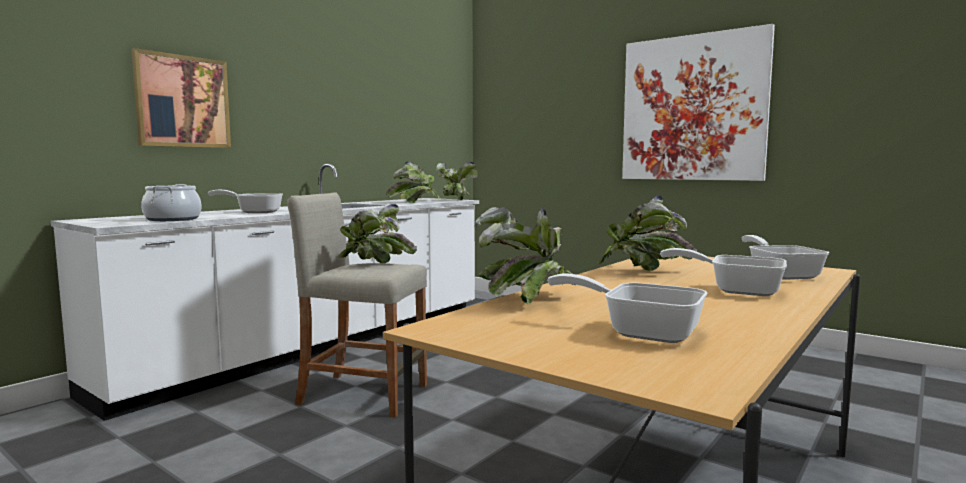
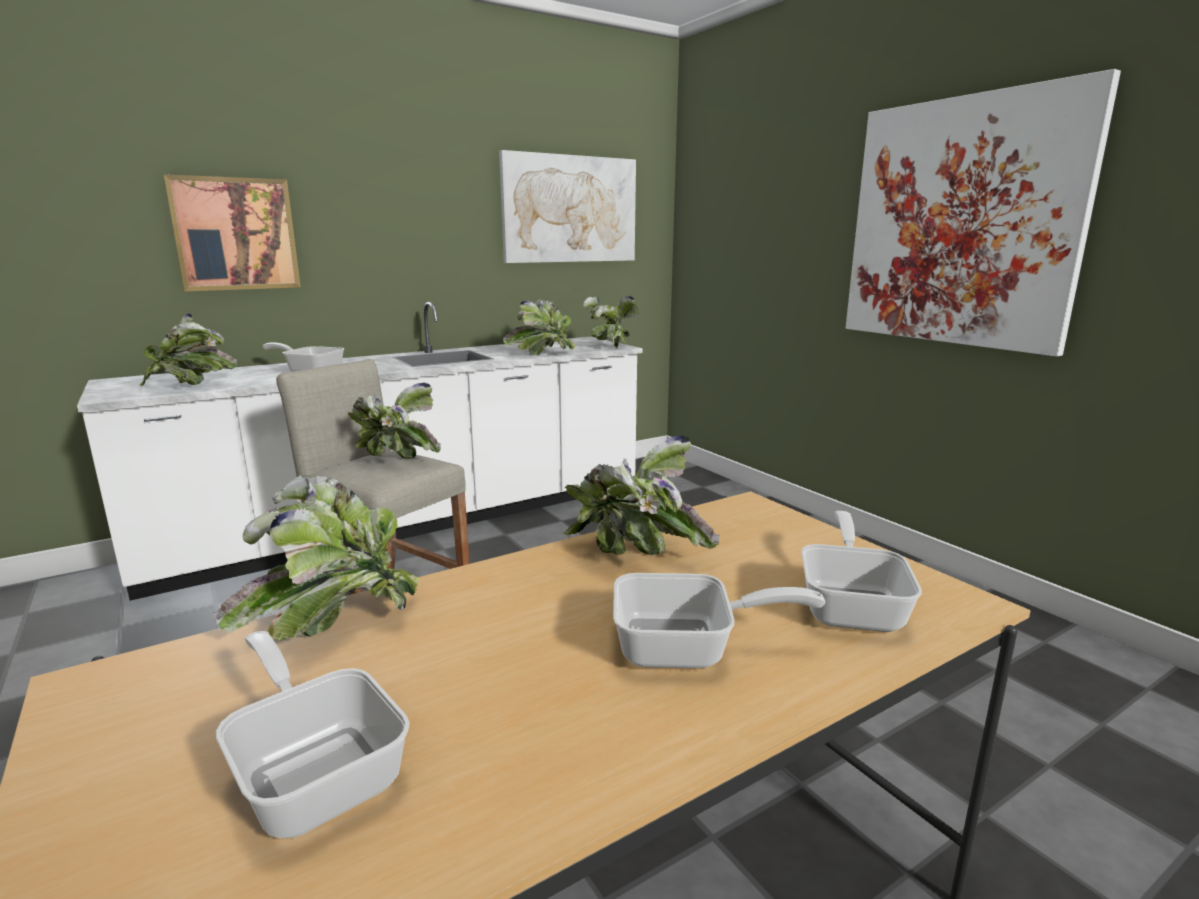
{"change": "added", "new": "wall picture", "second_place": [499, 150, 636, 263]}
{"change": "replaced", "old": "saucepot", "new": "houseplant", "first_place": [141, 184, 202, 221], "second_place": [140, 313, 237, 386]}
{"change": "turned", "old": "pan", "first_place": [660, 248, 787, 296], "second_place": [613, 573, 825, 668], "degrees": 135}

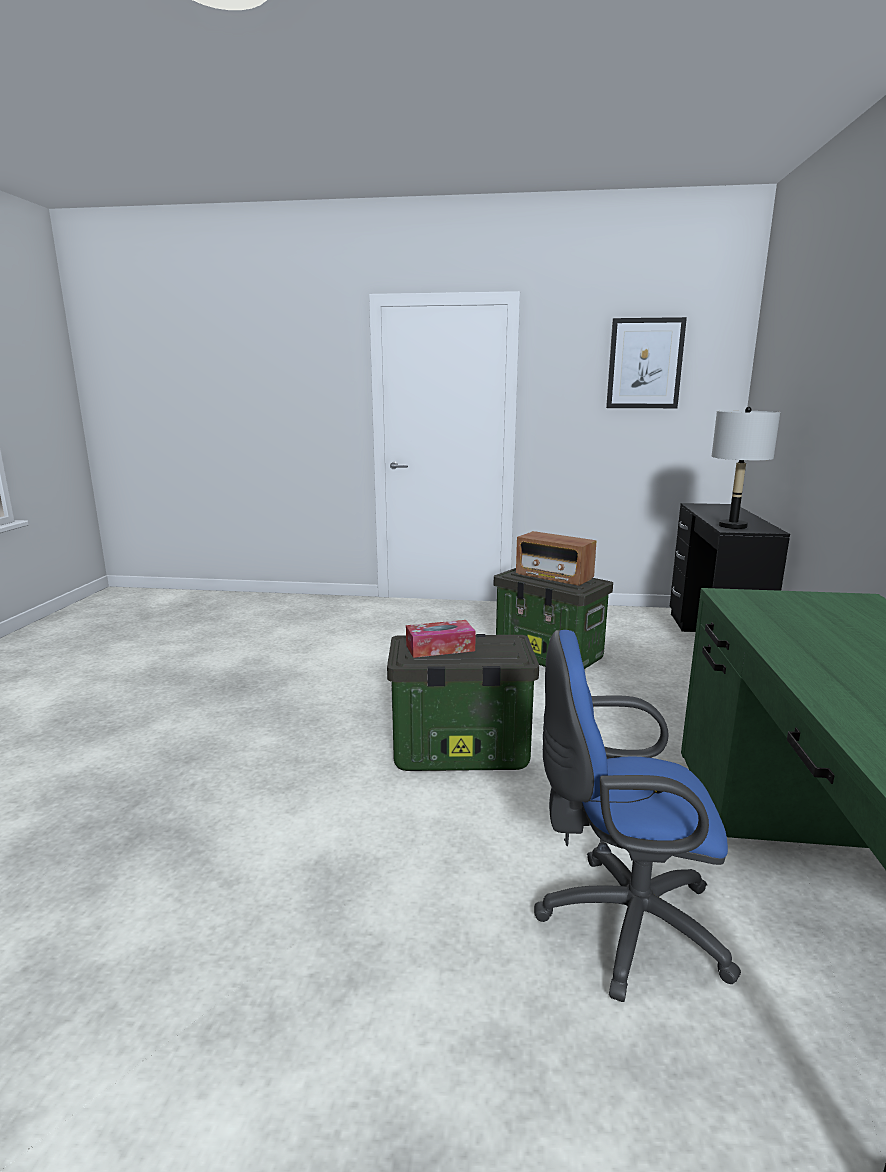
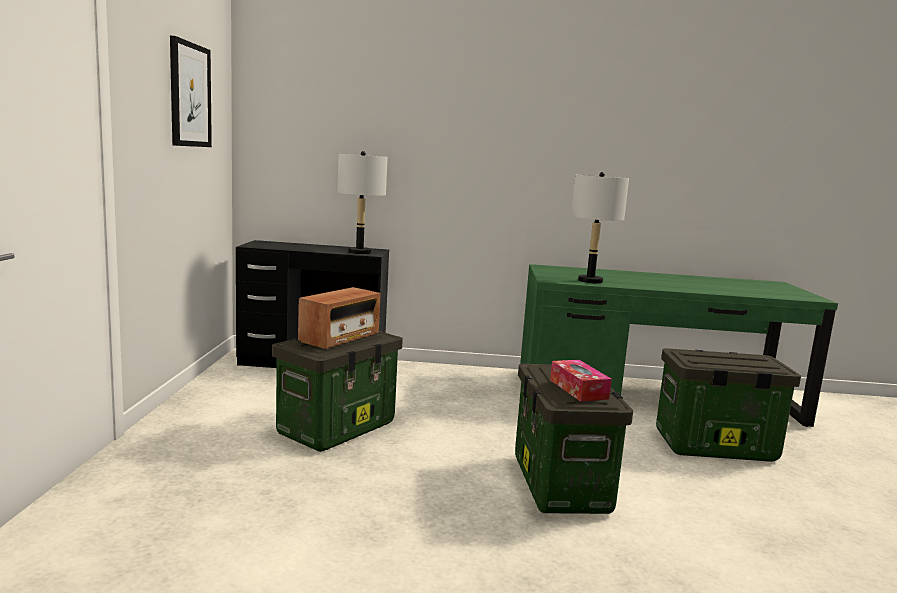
{"change": "added", "new": "gray tabletop lamp", "second_place": [571, 172, 629, 283]}
{"change": "replaced", "old": "bluish desk chair", "new": "storage box", "first_place": [534, 629, 741, 1002], "second_place": [656, 348, 801, 462]}

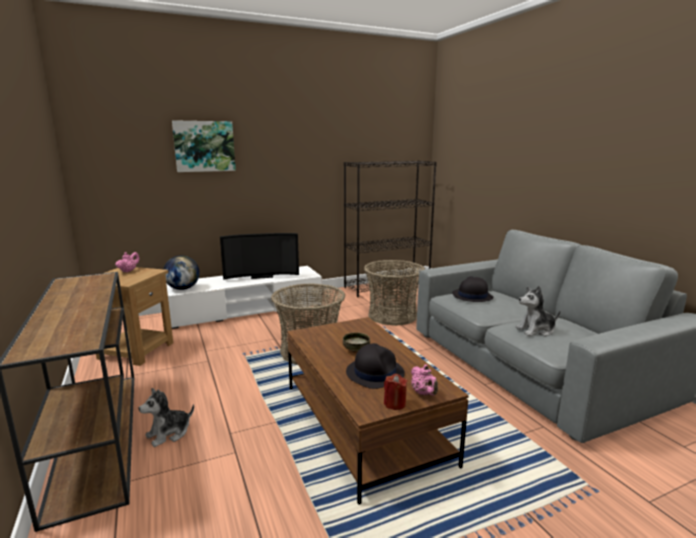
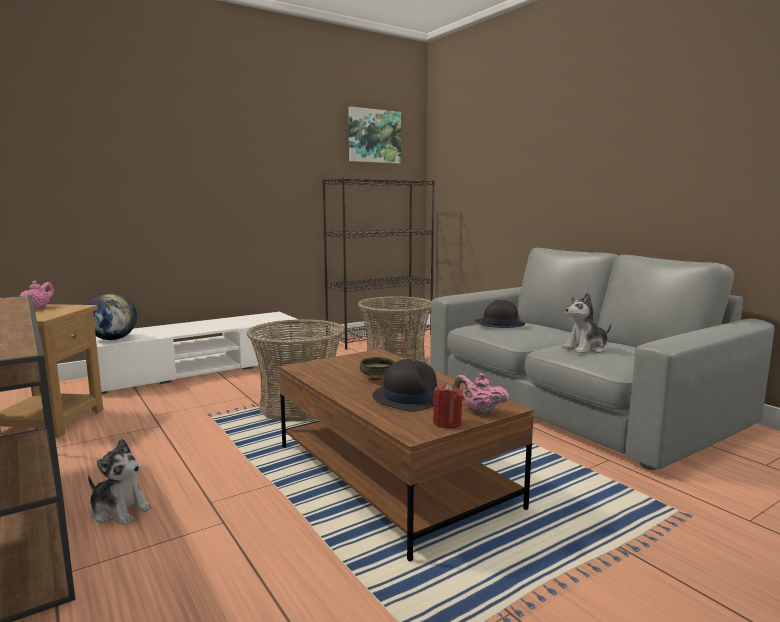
{"change": "removed", "old": "television", "first_place": [220, 233, 299, 280]}
{"change": "moved", "old": "wall picture", "first_place": [172, 120, 236, 172], "second_place": [348, 106, 401, 164]}
{"change": "turned", "old": "plush toy", "first_place": [138, 388, 194, 447], "second_place": [88, 439, 153, 525], "degrees": -105}
{"change": "turned", "old": "pink-coloured teapot", "first_place": [411, 365, 438, 396], "second_place": [454, 373, 509, 415], "degrees": 150}

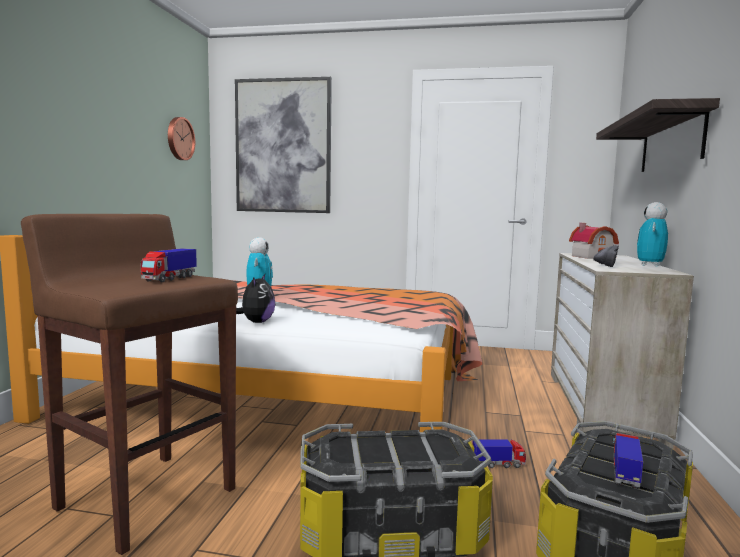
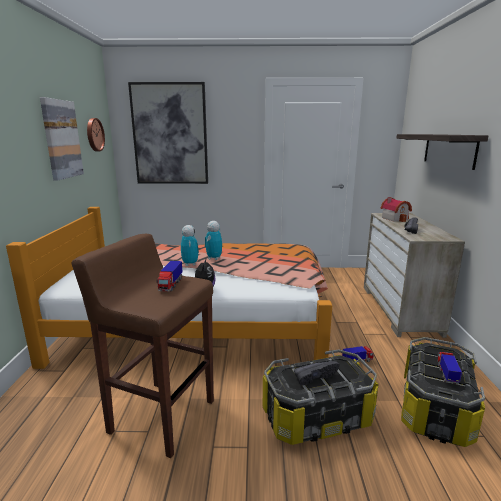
{"change": "added", "new": "wall picture", "second_place": [40, 97, 84, 181]}
{"change": "added", "new": "blackish shoe", "second_place": [294, 361, 340, 386]}
{"change": "moved", "old": "toy robot", "first_place": [637, 202, 668, 267], "second_place": [205, 221, 222, 260]}

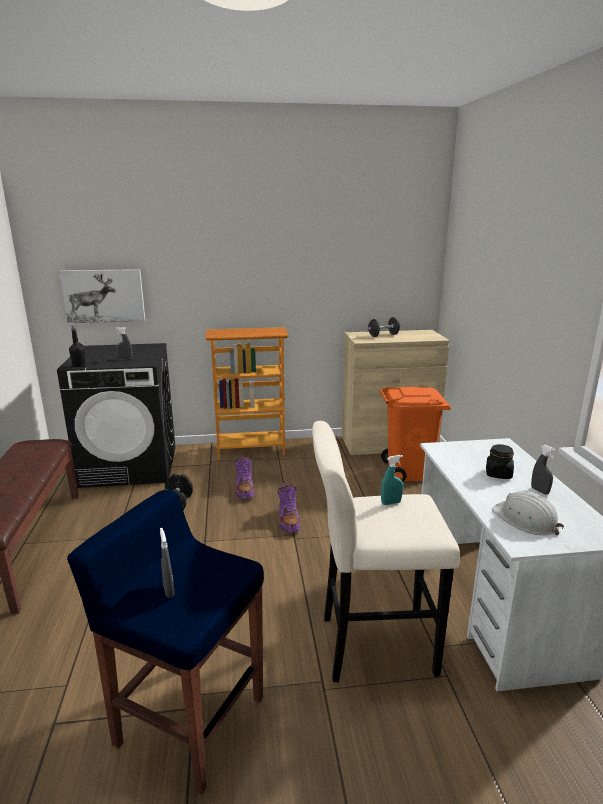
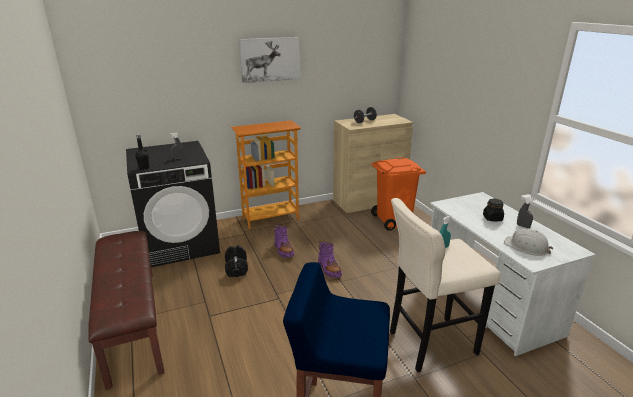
{"change": "removed", "old": "gray spray bottle", "first_place": [160, 528, 175, 597]}
{"change": "moved", "old": "wall picture", "first_place": [59, 269, 145, 323], "second_place": [239, 37, 300, 83]}

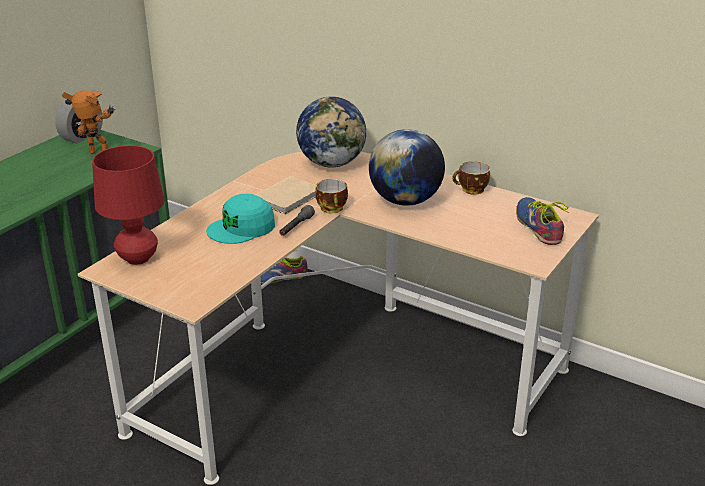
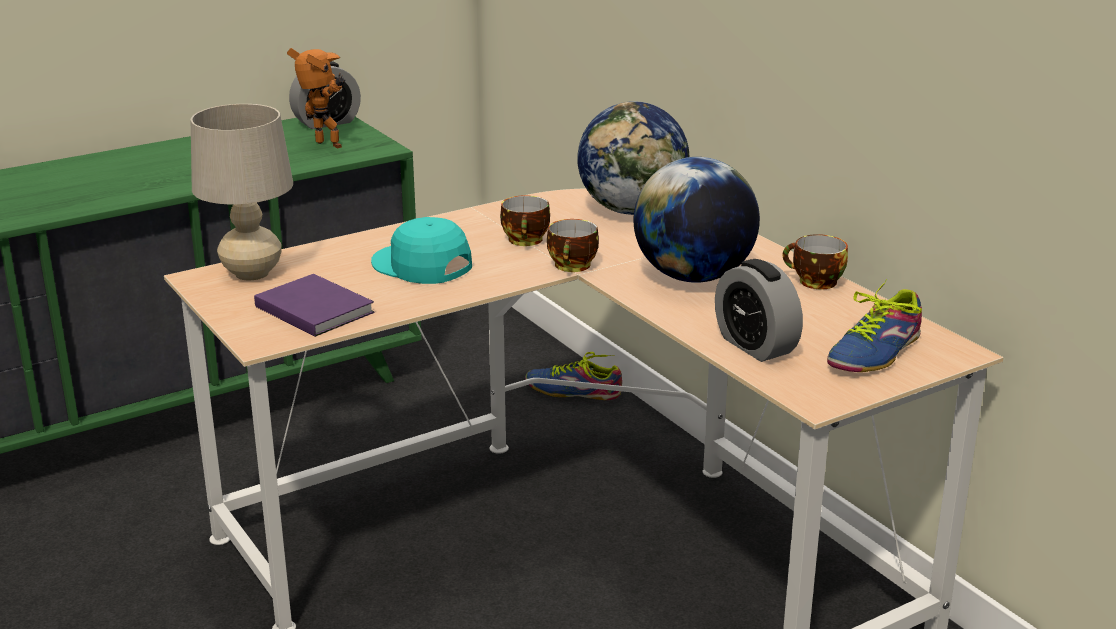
{"change": "removed", "old": "gray hand torch", "first_place": [279, 205, 315, 236]}
{"change": "added", "new": "purple book", "second_place": [254, 274, 375, 337]}
{"change": "added", "new": "table clock", "second_place": [715, 259, 803, 362]}
{"change": "replaced", "old": "beige-coloured book", "new": "drinking cup", "first_place": [256, 176, 316, 215], "second_place": [500, 195, 550, 246]}
{"change": "recoloured", "old": "reddish tabletop lamp", "new": "beige-coloured tabletop lamp", "first_place": [92, 145, 165, 265], "second_place": [191, 104, 293, 280]}
{"change": "turned", "old": "turquoise-coloured peaked cap", "first_place": [206, 194, 275, 244], "second_place": [371, 217, 472, 284], "degrees": 45}
{"change": "turned", "old": "shoe", "first_place": [516, 197, 569, 245], "second_place": [827, 279, 922, 372], "degrees": -150}

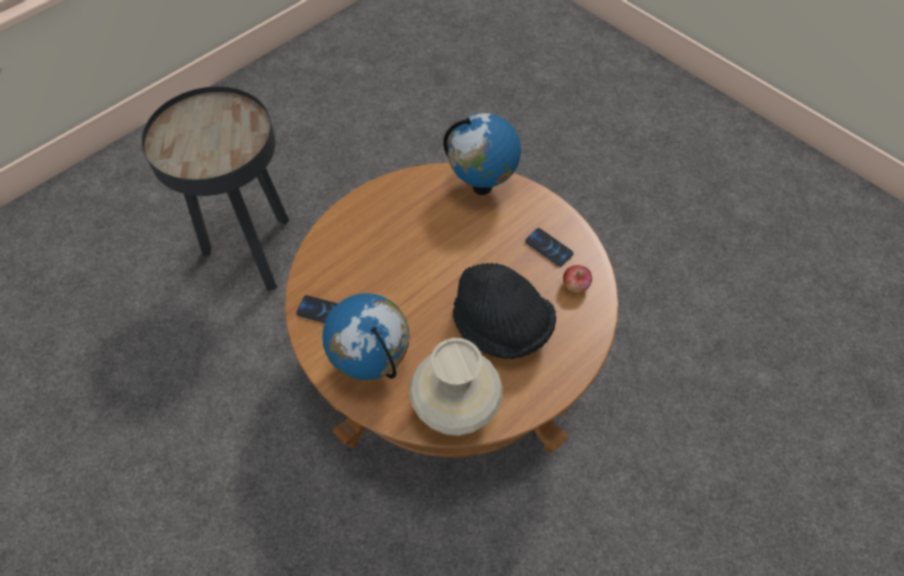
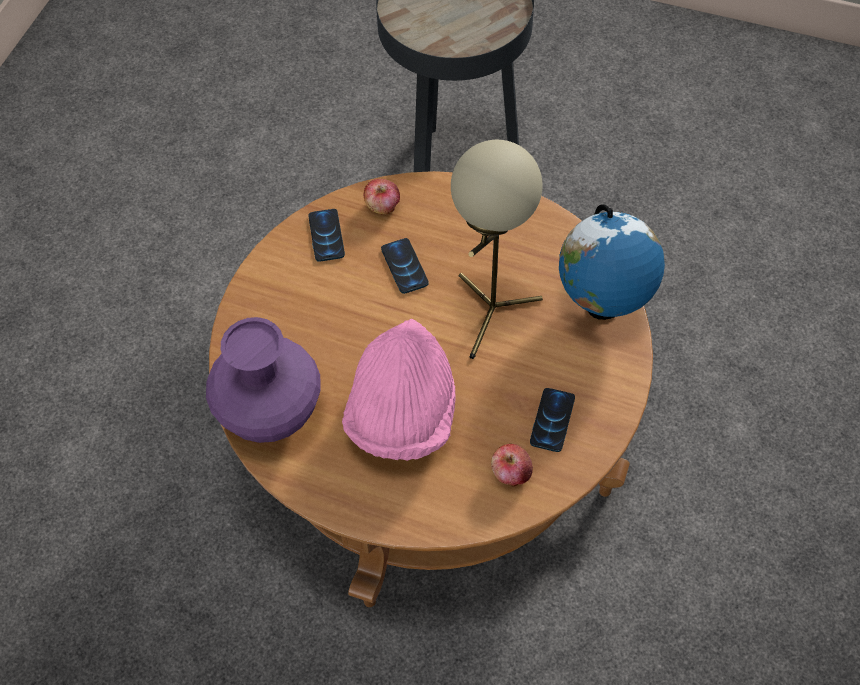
{"change": "removed", "old": "desk globe", "first_place": [322, 293, 410, 380]}
{"change": "added", "new": "apple", "second_place": [363, 179, 400, 214]}
{"change": "added", "new": "handset", "second_place": [381, 238, 429, 294]}
{"change": "added", "new": "beige-coloured tabletop lamp", "second_place": [451, 140, 543, 359]}
{"change": "recoloured", "old": "beige-coloured vase", "new": "purple vase", "first_place": [409, 338, 503, 436], "second_place": [206, 317, 321, 443]}
{"change": "recoloured", "old": "blackish wearable hat", "new": "pink-coloured wearable hat", "first_place": [453, 263, 556, 359], "second_place": [342, 319, 456, 461]}

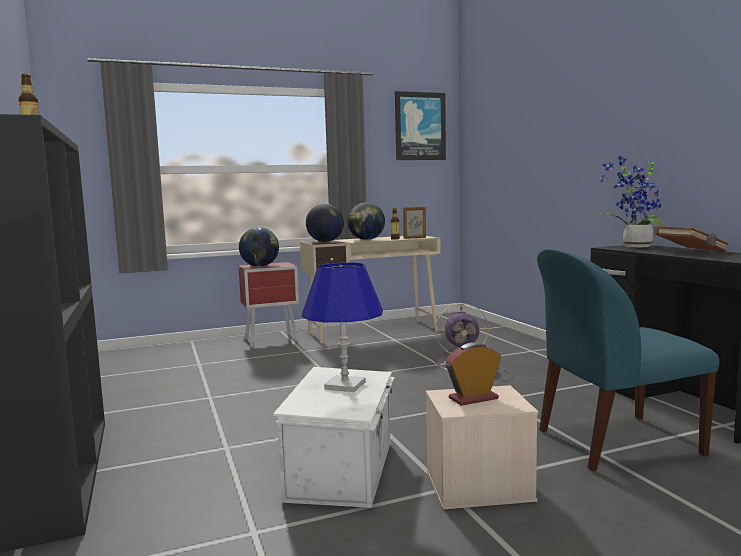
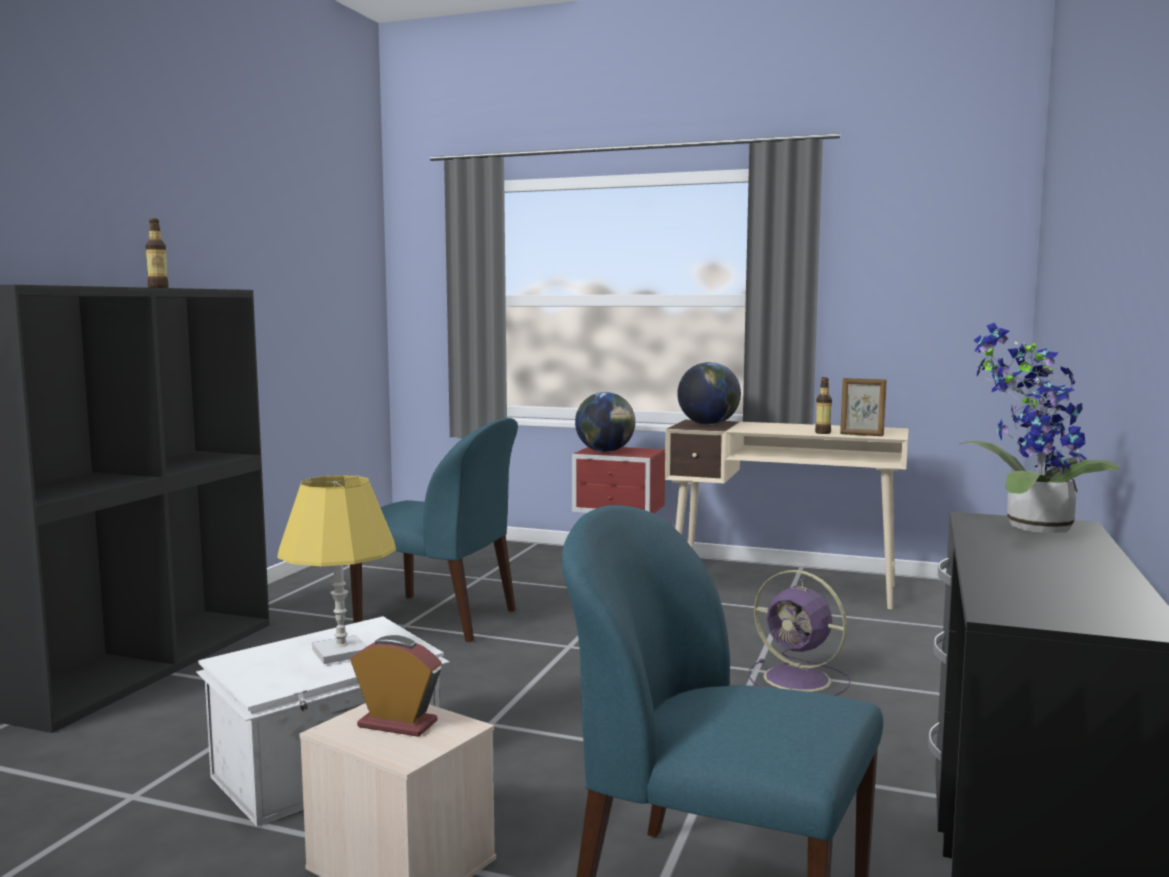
{"change": "removed", "old": "desk globe", "first_place": [347, 202, 385, 240]}
{"change": "removed", "old": "wall picture", "first_place": [395, 91, 446, 160]}
{"change": "removed", "old": "brown-coloured book", "first_place": [653, 226, 729, 252]}
{"change": "added", "new": "bluish plain chair", "second_place": [350, 418, 518, 643]}
{"change": "recoloured", "old": "bluish tabletop lamp", "new": "yellow tabletop lamp", "first_place": [302, 262, 383, 392], "second_place": [277, 475, 396, 664]}

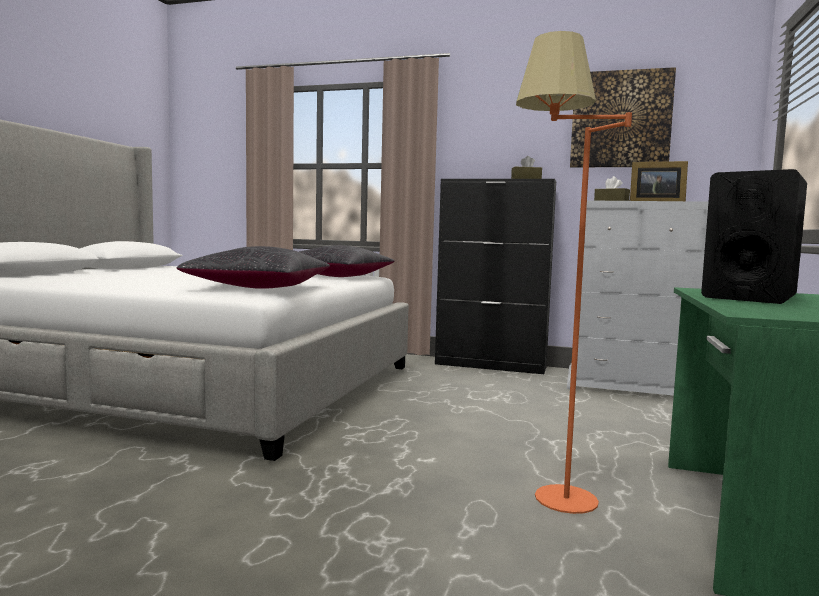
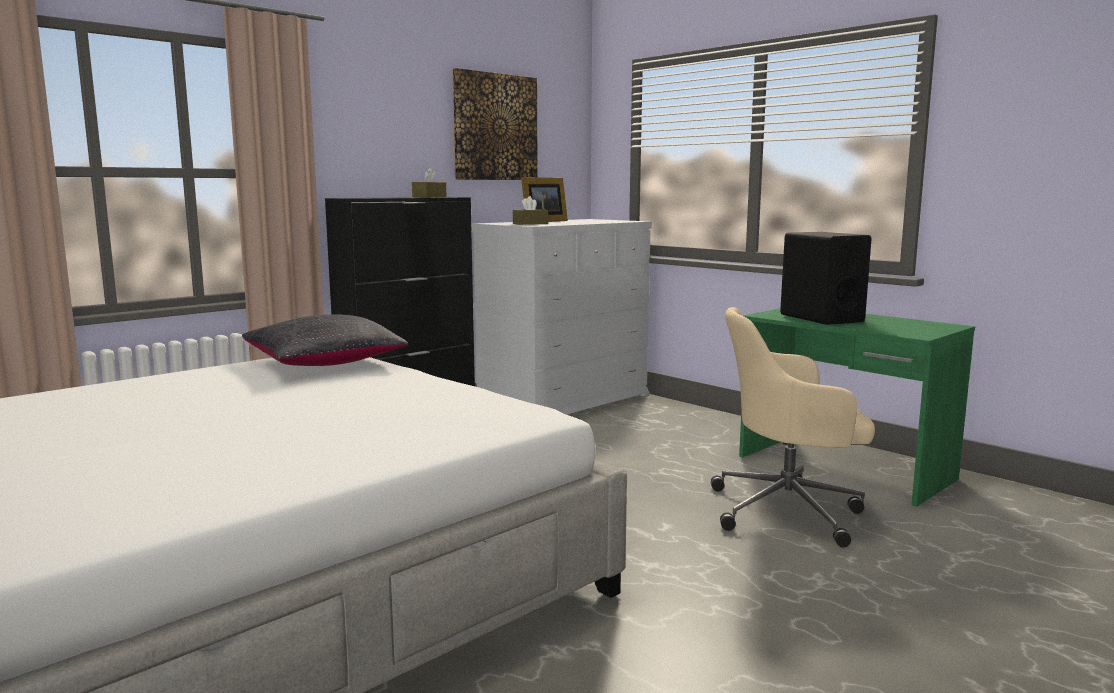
{"change": "removed", "old": "blackish cushion", "first_place": [177, 246, 330, 289]}
{"change": "replaced", "old": "orangey standing lamp", "new": "beige-coloured desk chair", "first_place": [516, 31, 632, 514], "second_place": [711, 307, 875, 547]}

